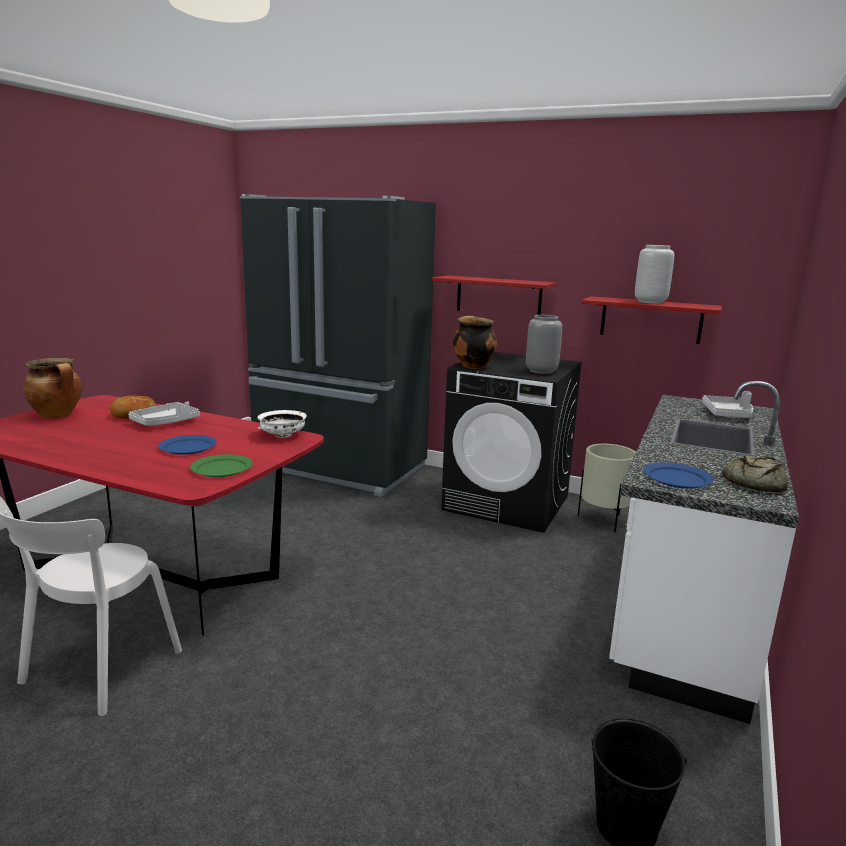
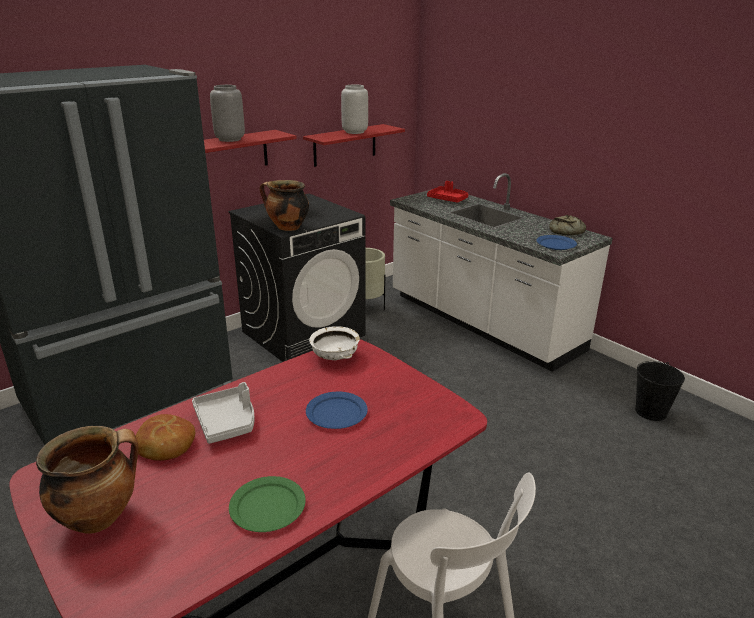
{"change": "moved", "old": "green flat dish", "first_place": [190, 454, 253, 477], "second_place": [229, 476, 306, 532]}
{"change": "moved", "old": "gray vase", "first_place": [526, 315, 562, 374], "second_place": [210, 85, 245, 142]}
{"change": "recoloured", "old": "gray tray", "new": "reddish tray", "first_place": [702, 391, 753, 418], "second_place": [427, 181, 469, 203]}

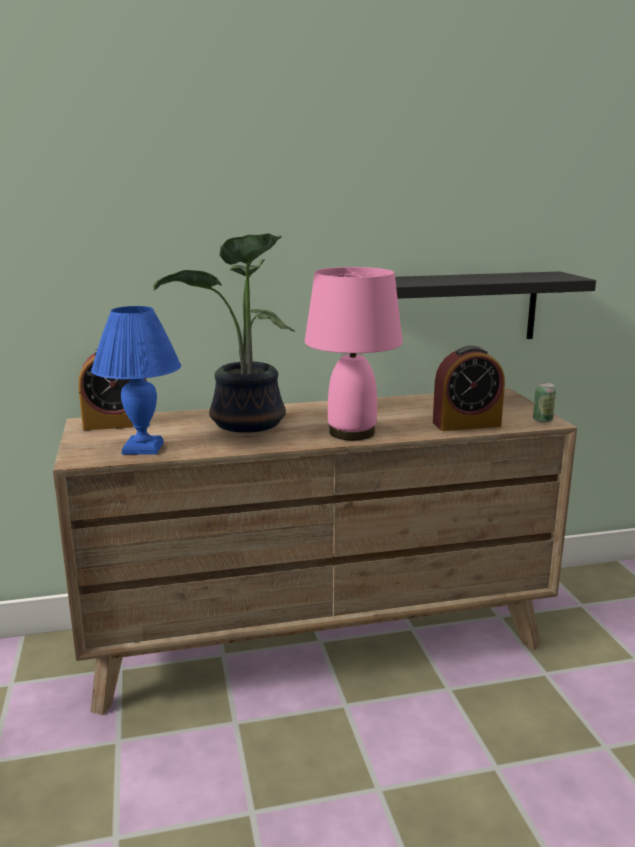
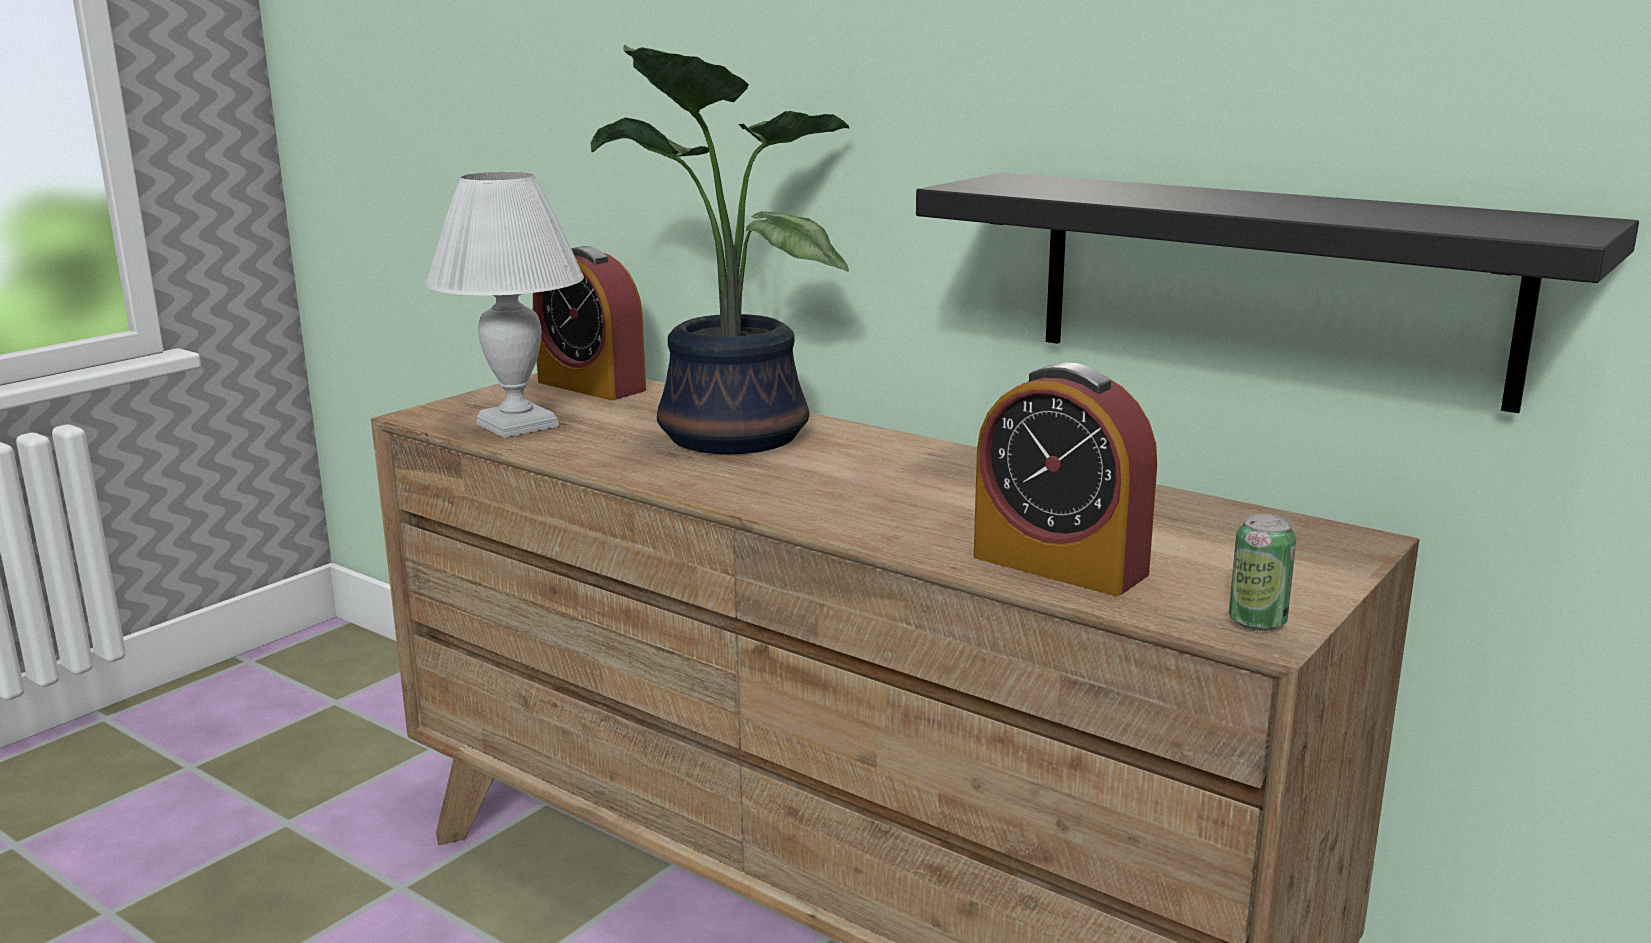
{"change": "removed", "old": "pink-coloured tabletop lamp", "first_place": [305, 267, 403, 440]}
{"change": "recoloured", "old": "bluish tabletop lamp", "new": "white tabletop lamp", "first_place": [91, 306, 181, 455], "second_place": [426, 172, 584, 438]}

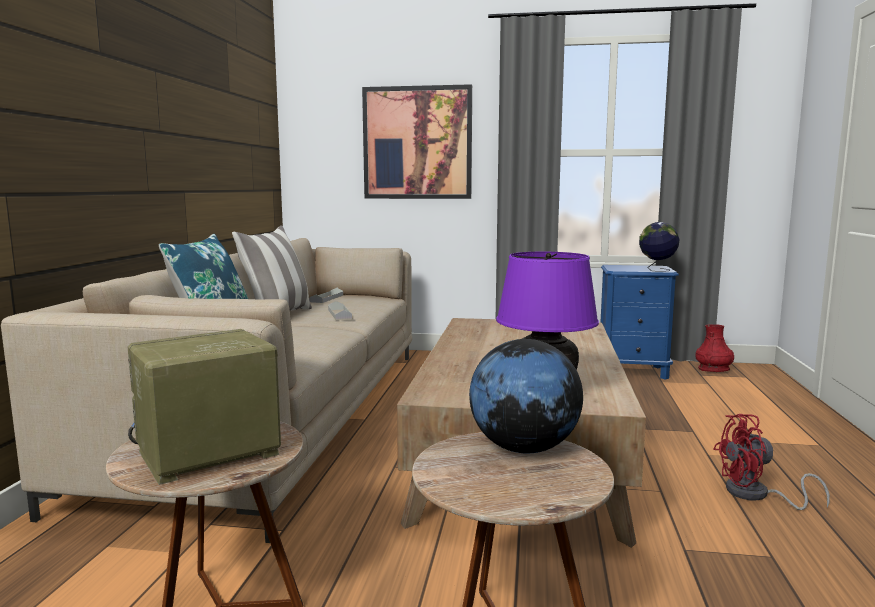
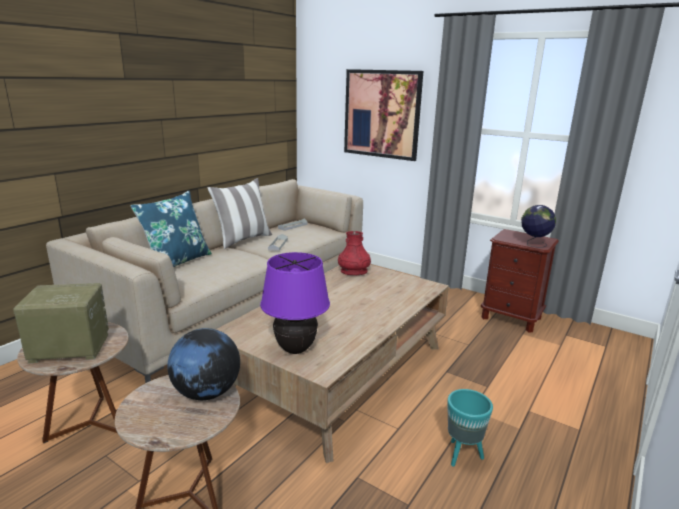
{"change": "moved", "old": "reddish vase", "first_place": [695, 324, 734, 372], "second_place": [338, 231, 371, 276]}
{"change": "replaced", "old": "reddish cooling fan", "new": "turquoise-coloured flower pot", "first_place": [713, 414, 830, 510], "second_place": [448, 389, 493, 466]}
{"change": "recoloured", "old": "bluish bedside table", "new": "brown-coloured bedside table", "first_place": [600, 265, 679, 380], "second_place": [481, 229, 559, 333]}

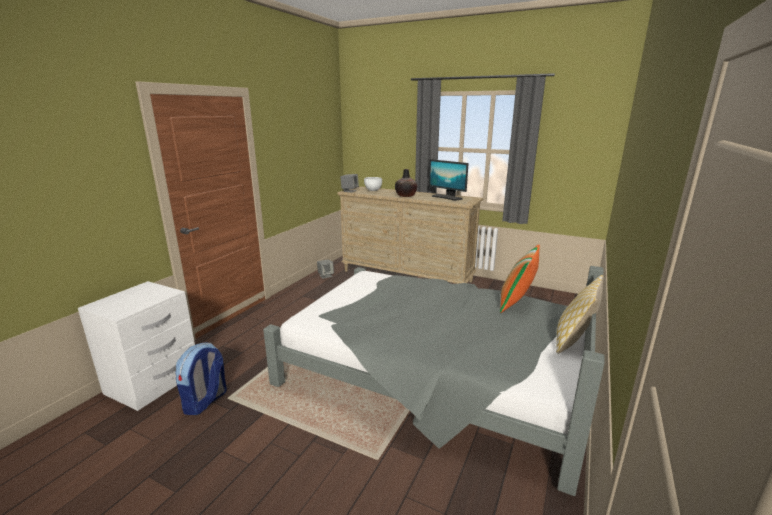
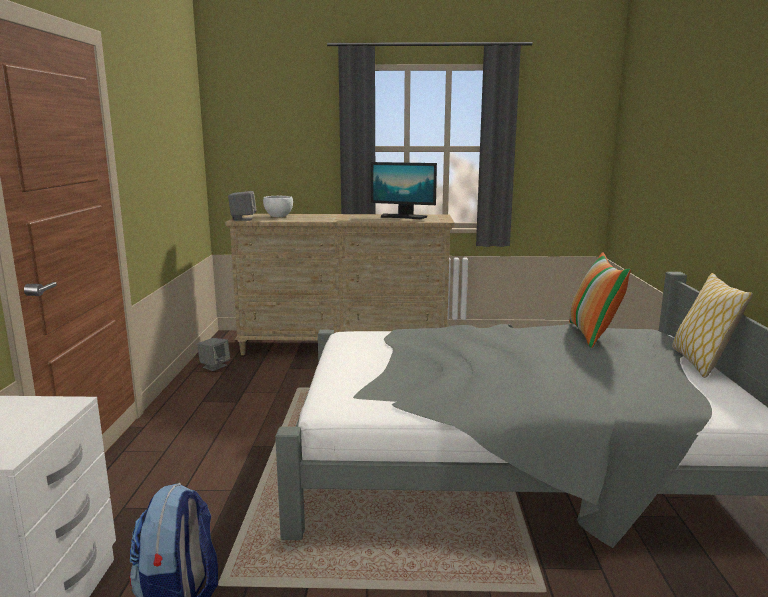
{"change": "removed", "old": "vase", "first_place": [395, 169, 417, 197]}

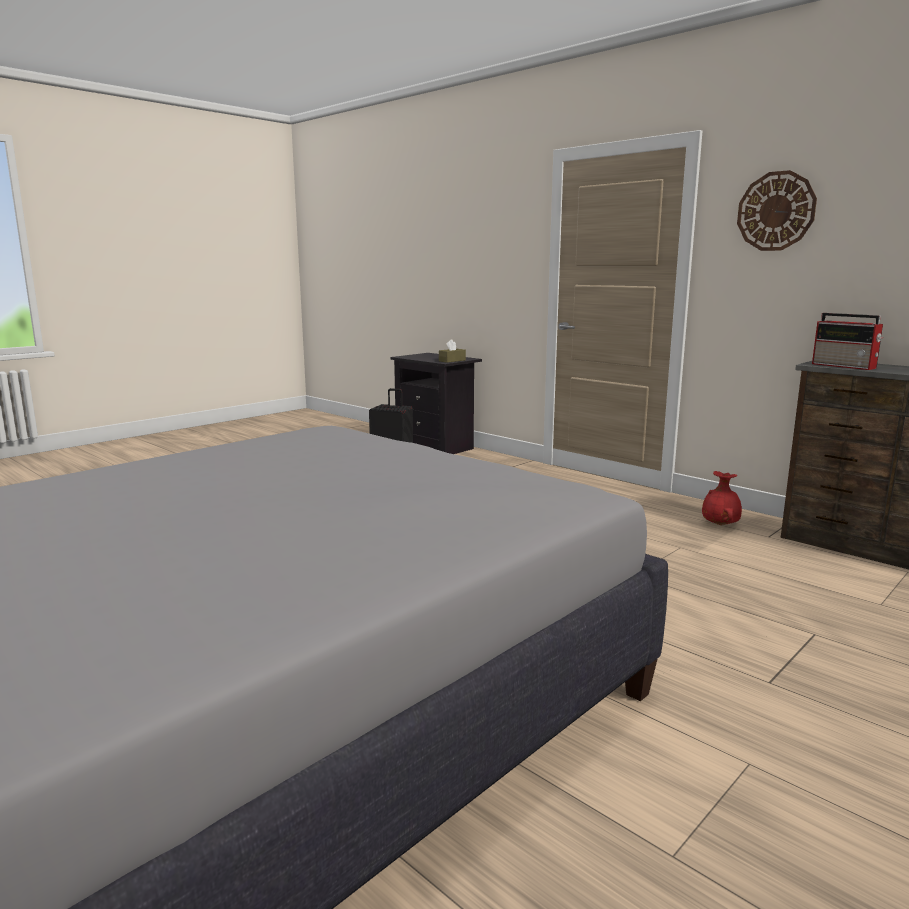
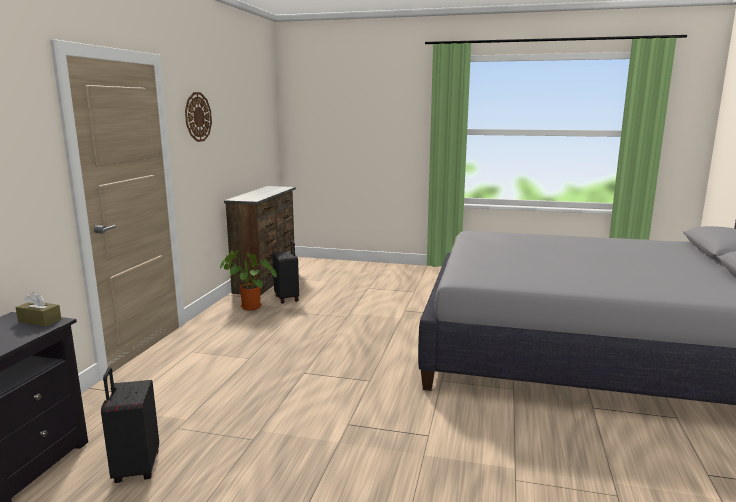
{"change": "removed", "old": "radio receiver", "first_place": [812, 313, 883, 370]}
{"change": "added", "new": "blackish piece of luggage", "second_place": [272, 241, 299, 303]}
{"change": "replaced", "old": "reddish vase", "new": "houseplant", "first_place": [702, 471, 742, 525], "second_place": [220, 250, 276, 310]}

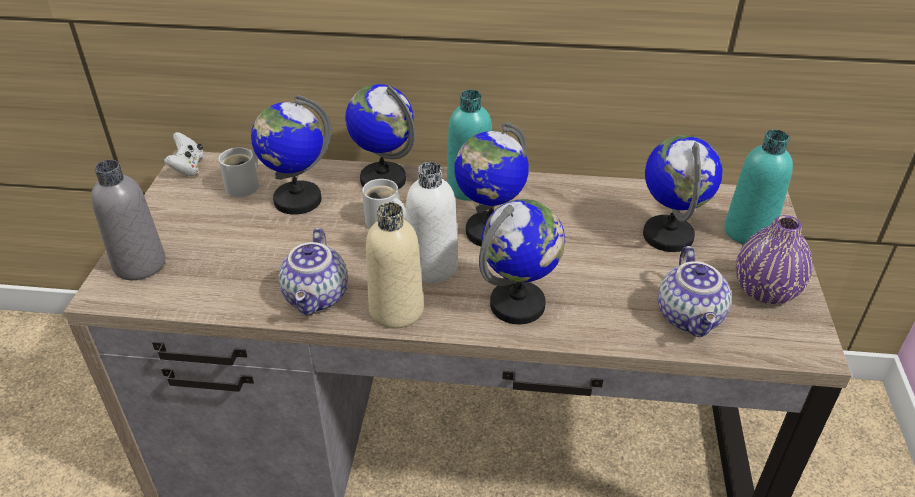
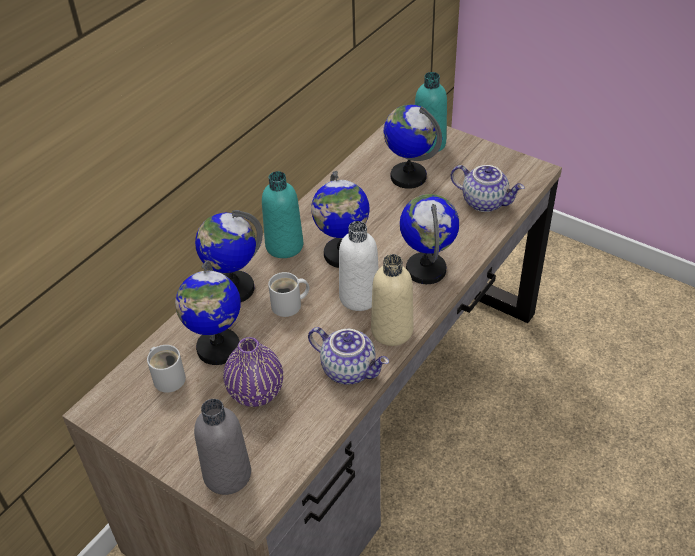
{"change": "removed", "old": "white game controller", "first_place": [164, 132, 204, 176]}
{"change": "moved", "old": "purple vase", "first_place": [736, 215, 813, 304], "second_place": [223, 337, 283, 407]}

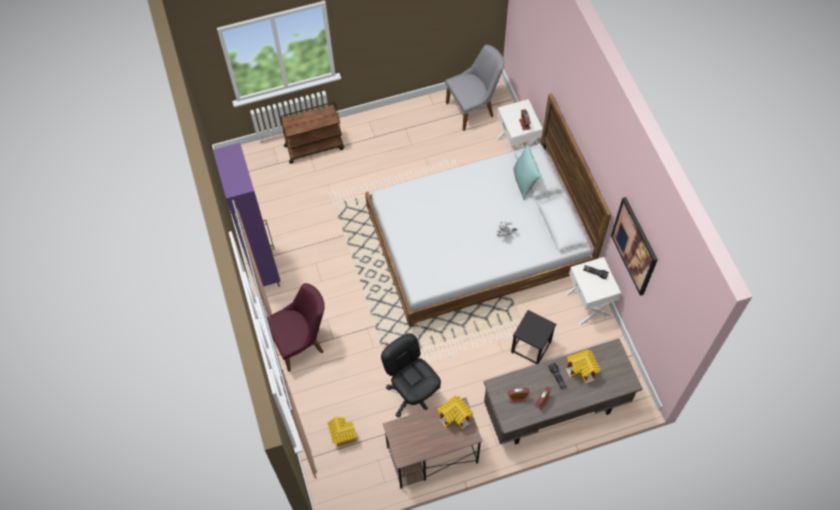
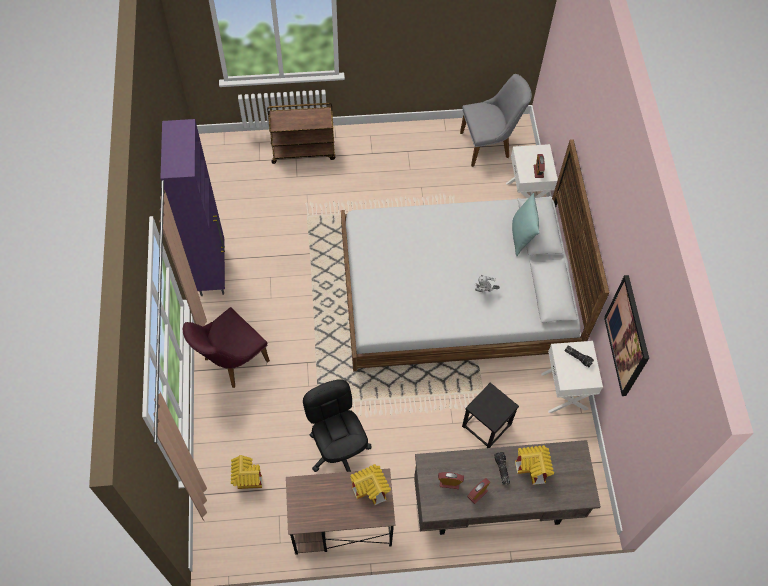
{"change": "turned", "old": "purple plain chair", "first_place": [267, 283, 325, 372], "second_place": [183, 307, 270, 388], "degrees": 150}

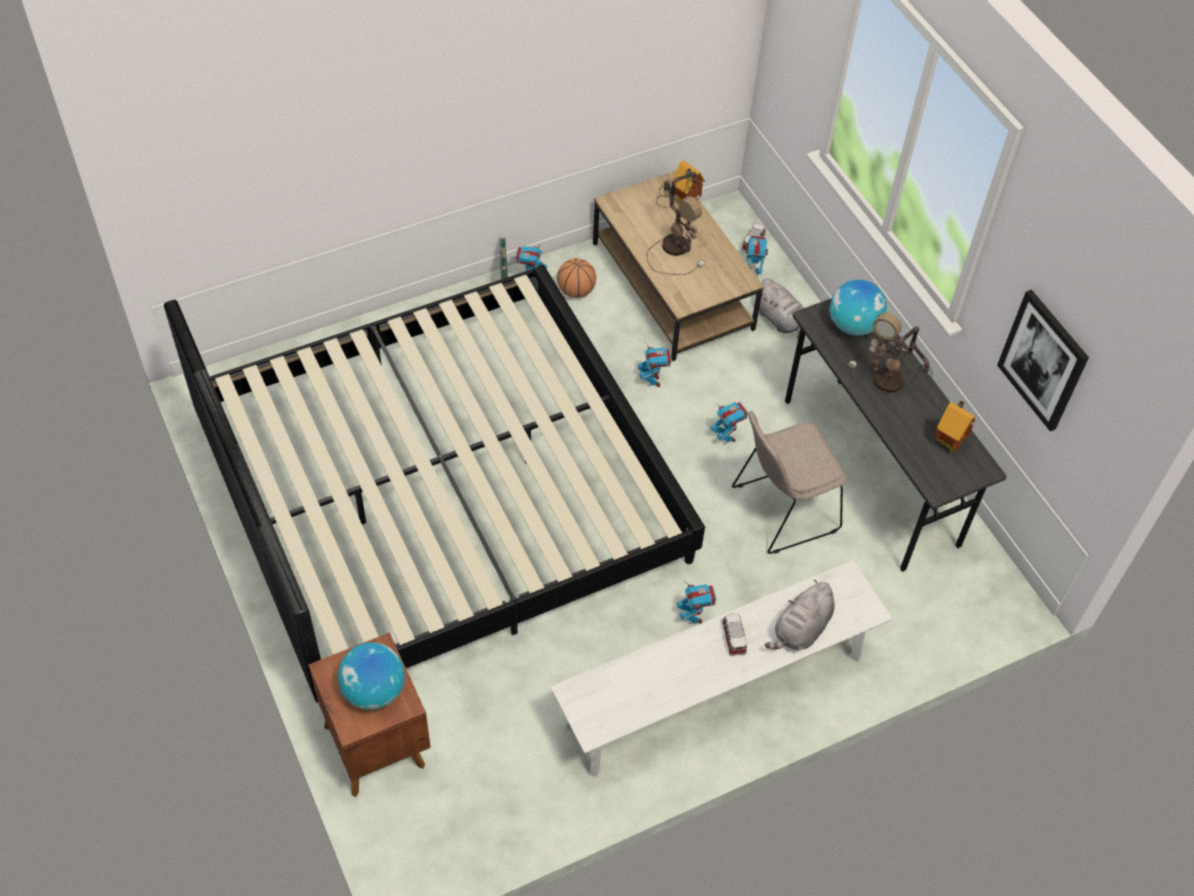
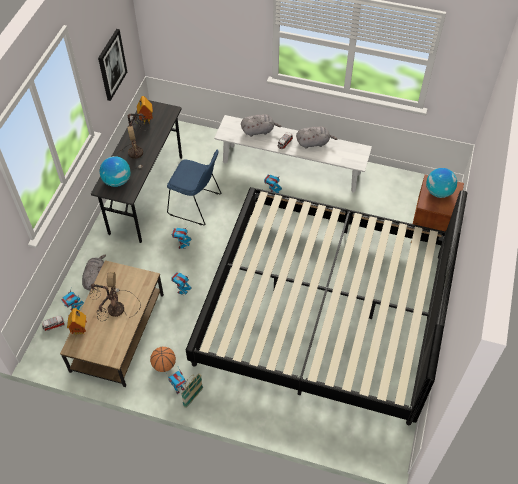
{"change": "added", "new": "gray plush toy", "second_place": [296, 126, 337, 149]}
{"change": "recoloured", "old": "beige-coloured plain chair", "new": "bluish plain chair", "first_place": [732, 411, 847, 554], "second_place": [167, 150, 222, 226]}

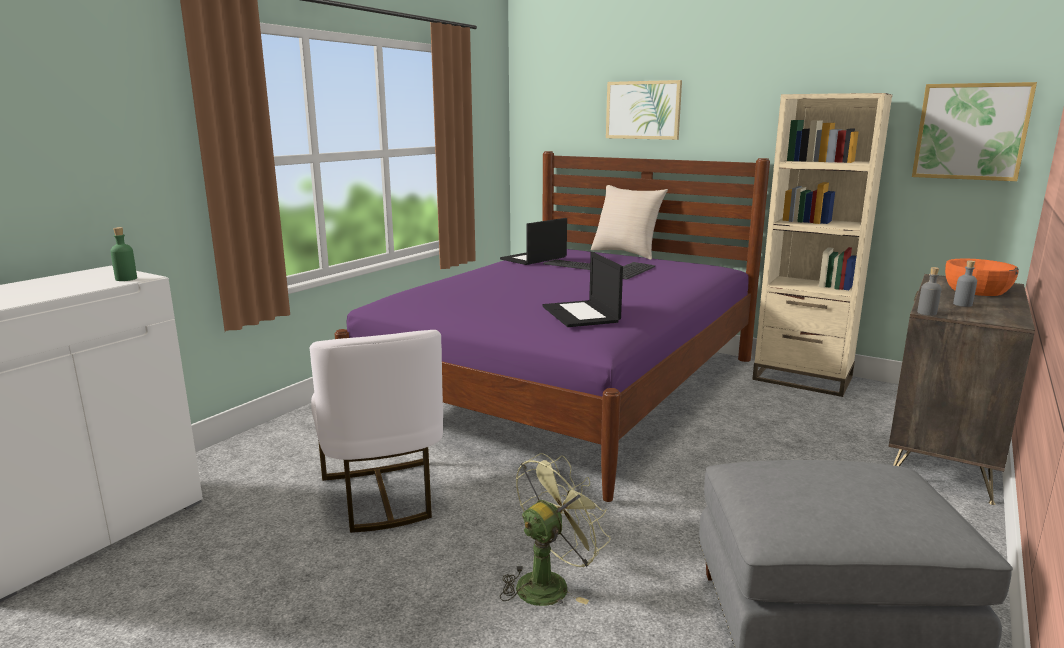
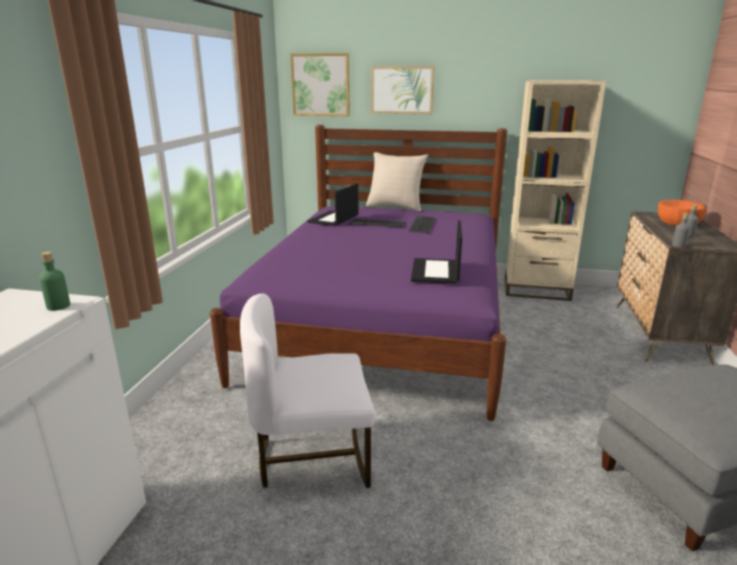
{"change": "removed", "old": "green cooling fan", "first_place": [500, 453, 610, 606]}
{"change": "moved", "old": "wall picture", "first_place": [912, 82, 1037, 181], "second_place": [290, 53, 350, 116]}
{"change": "turned", "old": "white plain chair", "first_place": [310, 330, 443, 533], "second_place": [240, 294, 375, 488], "degrees": 120}
{"change": "turned", "old": "portable computer", "first_place": [542, 252, 623, 327], "second_place": [411, 220, 462, 284], "degrees": 45}

